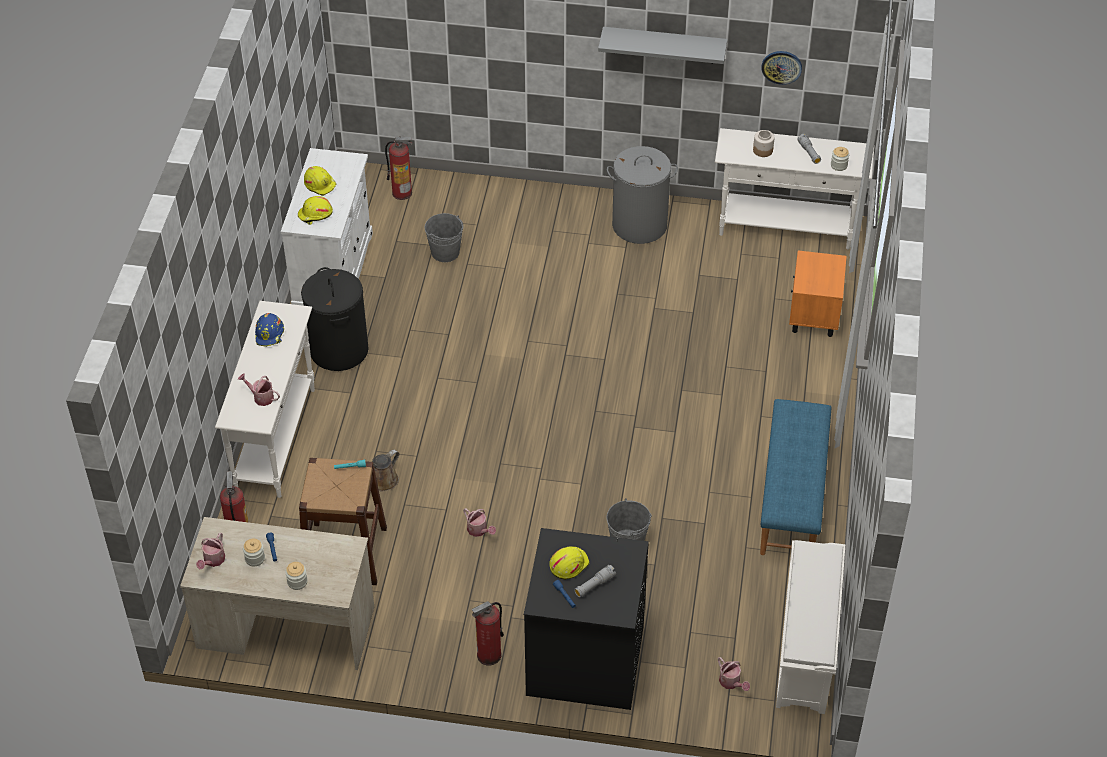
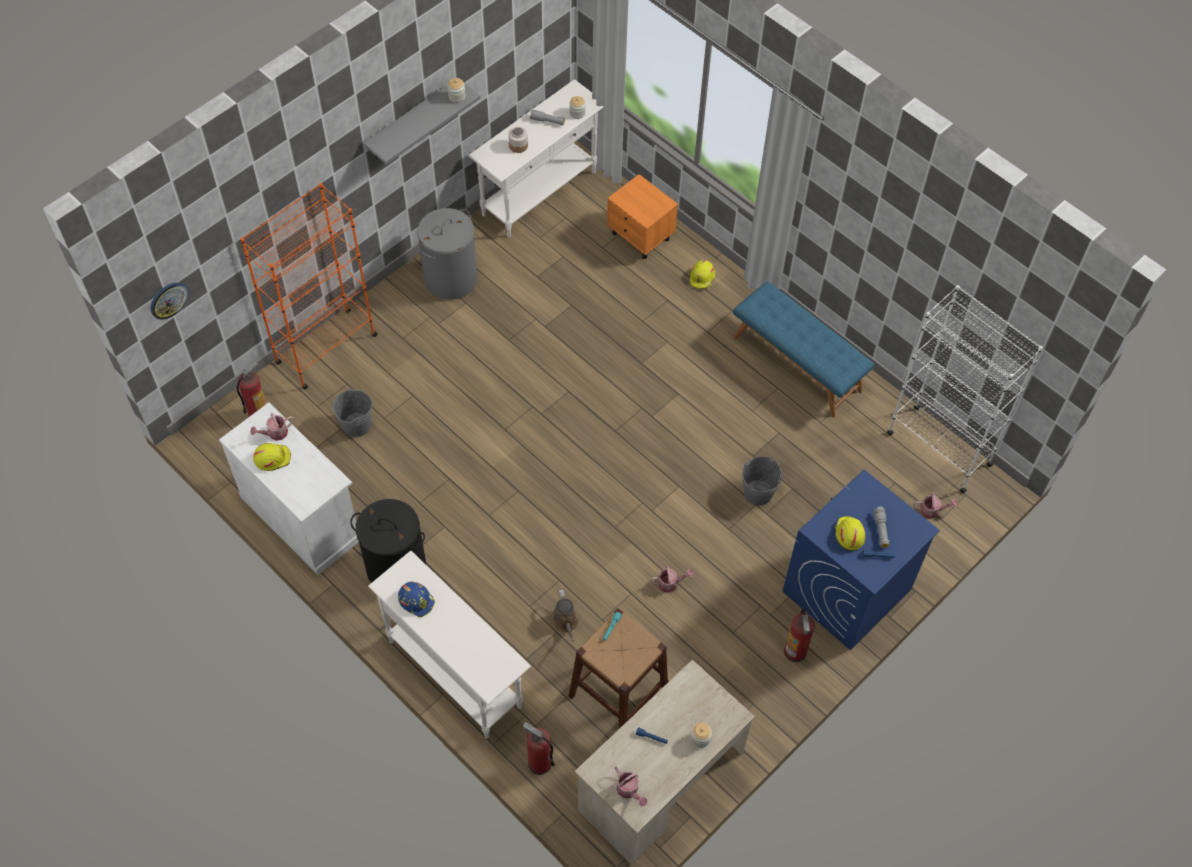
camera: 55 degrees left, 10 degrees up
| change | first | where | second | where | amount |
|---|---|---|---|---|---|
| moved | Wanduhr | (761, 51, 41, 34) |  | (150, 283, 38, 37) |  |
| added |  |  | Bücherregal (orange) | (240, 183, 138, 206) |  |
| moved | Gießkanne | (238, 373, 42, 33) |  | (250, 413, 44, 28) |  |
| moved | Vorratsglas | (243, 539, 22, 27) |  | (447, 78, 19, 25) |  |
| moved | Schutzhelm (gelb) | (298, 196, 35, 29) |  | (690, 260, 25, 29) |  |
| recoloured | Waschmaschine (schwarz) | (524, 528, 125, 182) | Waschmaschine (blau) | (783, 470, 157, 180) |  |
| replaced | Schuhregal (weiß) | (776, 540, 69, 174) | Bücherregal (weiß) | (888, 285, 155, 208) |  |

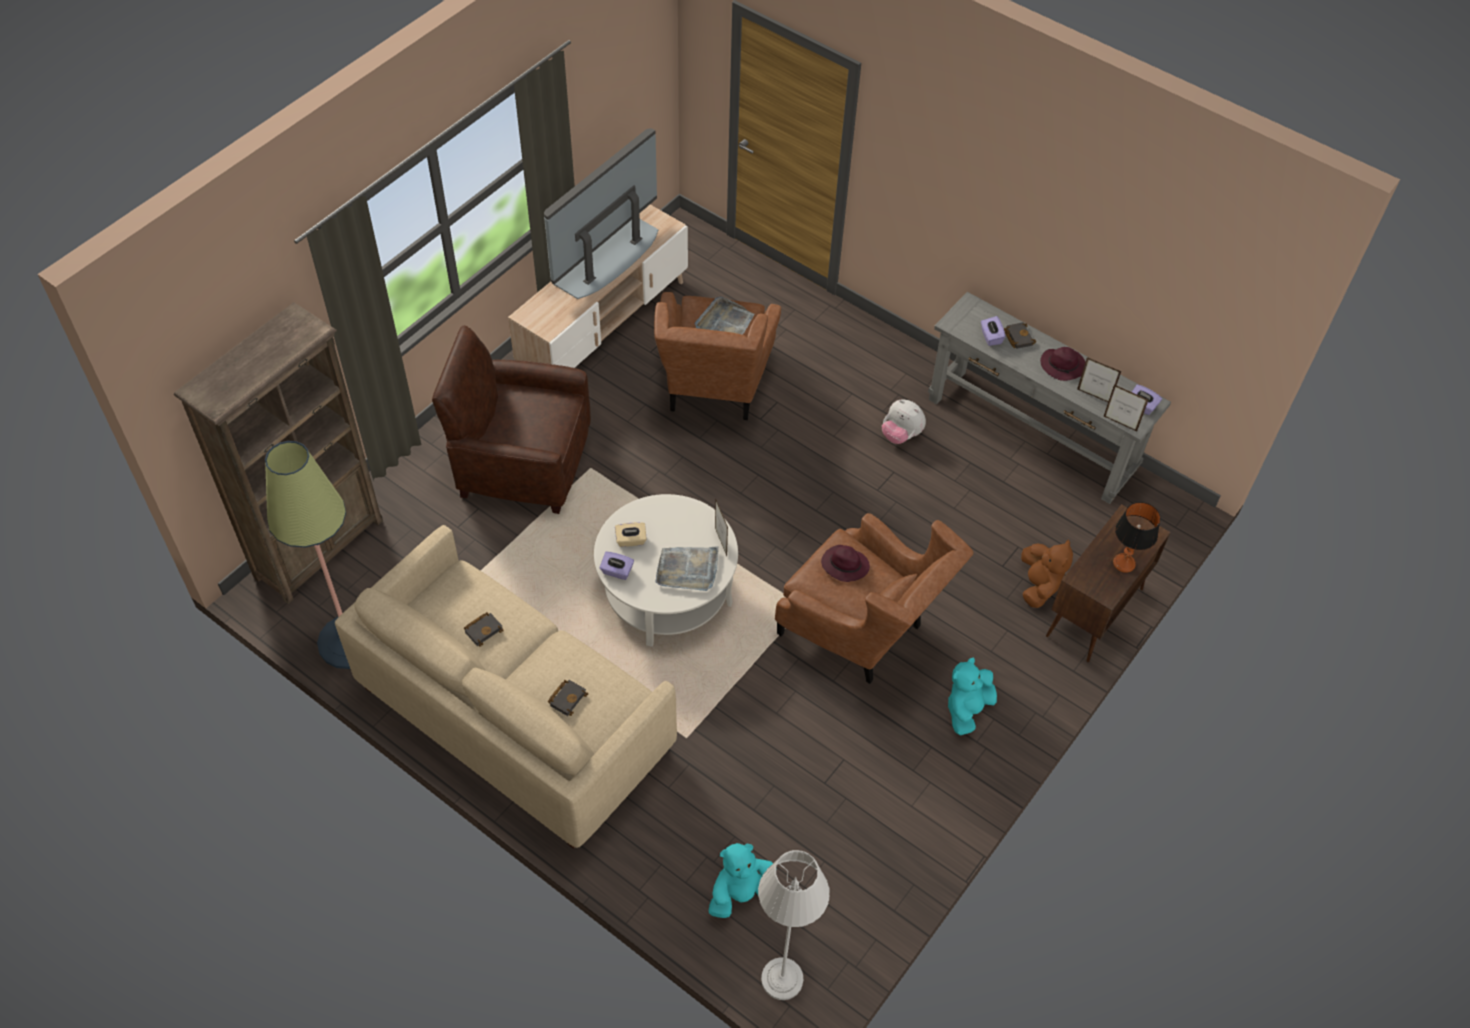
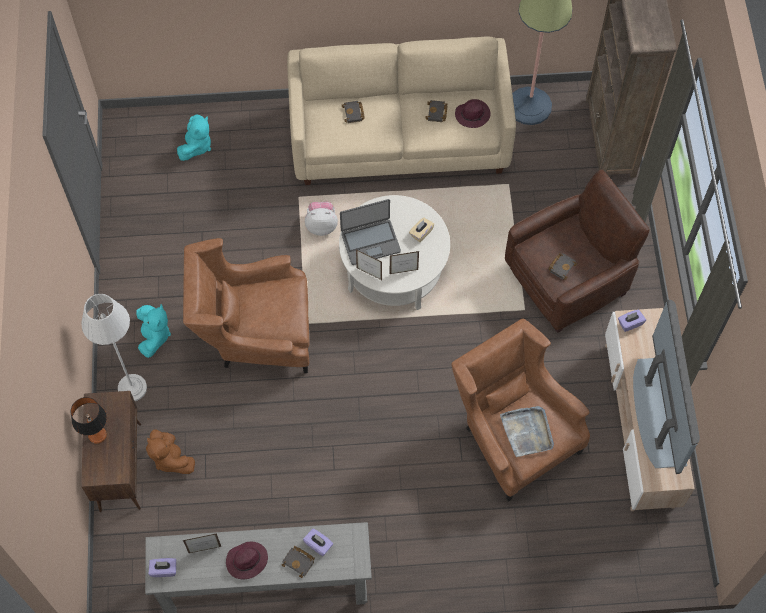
camera: 140 degrees right, 10 degrees up
| change | first | where | second | where | amount |
|---|---|---|---|---|---|
| moved | Stehlampe (grau) | (758, 850, 72, 150) |  | (81, 294, 66, 107) |  |
| moved | Plüschtier | (882, 399, 44, 45) |  | (305, 202, 33, 34) |  |
| replaced | Tablett (grau) | (656, 546, 63, 45) | Laptop | (340, 199, 61, 66) |  |
| moved | Bilderrahmen | (1104, 384, 44, 47) |  | (390, 251, 29, 23) |  |
| moved | Hut (lila) | (821, 545, 49, 37) |  | (455, 99, 36, 29) |  |
| added |  |  | Buch (schwarz) | (548, 253, 29, 27) |  |
| moved | Taschentuchbox (lila) | (599, 552, 35, 28) |  | (618, 310, 28, 22) |  |

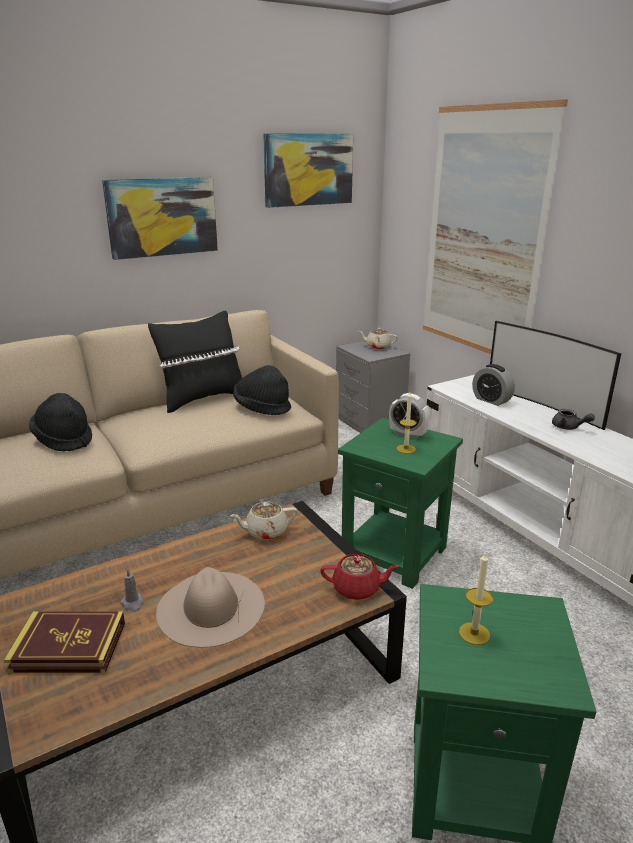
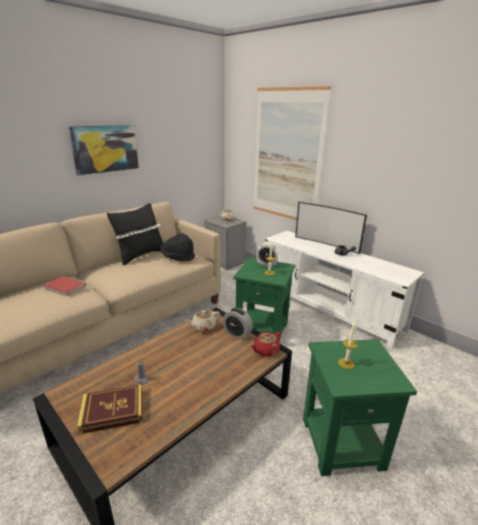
camera: 15 degrees left, 0 degrees up
| change | first | where | second | where | amount |
|---|---|---|---|---|---|
| replaced | Hut (schwarz) | (29, 393, 63, 58) | Buch (rot) | (43, 276, 43, 20) |  |
| moved | Wecker | (472, 364, 43, 42) |  | (222, 308, 31, 31) |  |
| turned | Teekanne (rot) | (320, 554, 79, 46) |  | (251, 332, 30, 24) | 150 degrees clockwise |
| removed | Hut (beige) | (156, 567, 109, 81) |  |  |  |
| removed | Bild | (263, 133, 90, 75) |  |  |  |

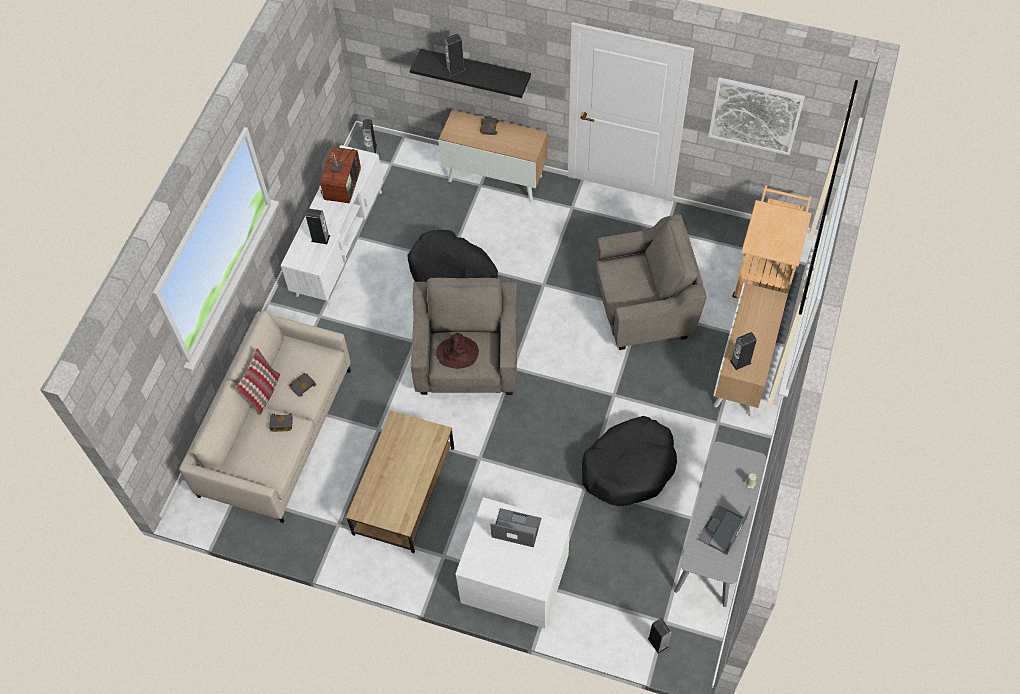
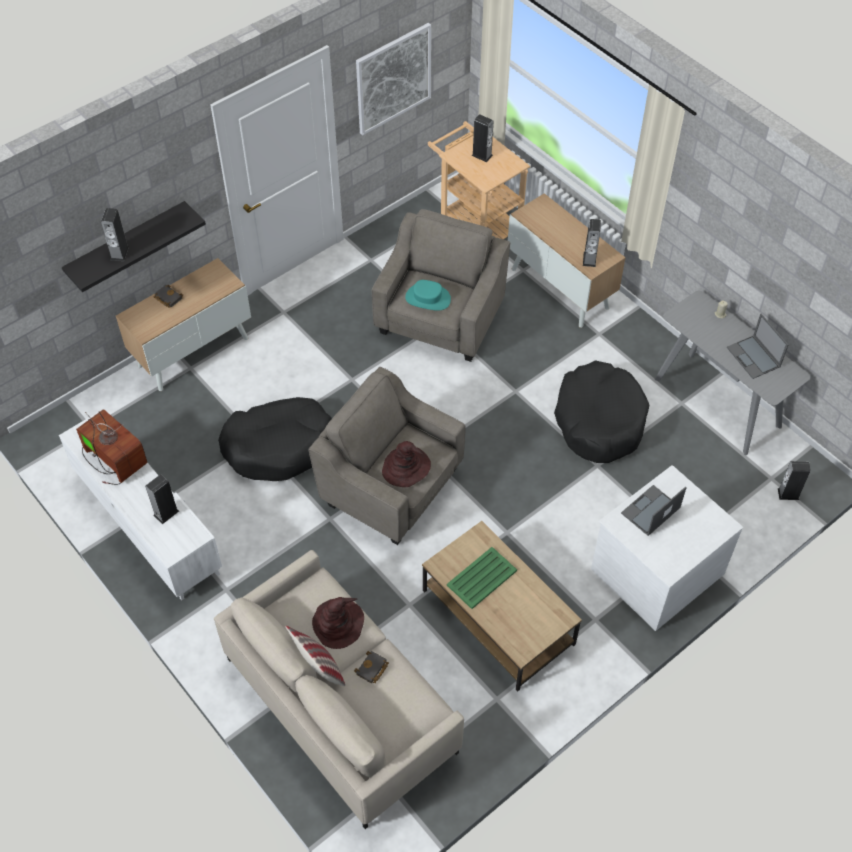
camera: 60 degrees left, 5 degrees down
| change | first | where | second | where | amount |
|---|---|---|---|---|---|
| replaced | Buch (schwarz) | (289, 373, 27, 24) | Hut (braun) | (312, 597, 52, 52) |  |
| added |  |  | Hut (türkis) | (405, 280, 46, 31) |  |
| added |  |  | Tablett (grün) | (447, 547, 70, 62) |  |
| moved | Lautsprecher | (362, 119, 15, 34) |  | (471, 114, 22, 48) |  |

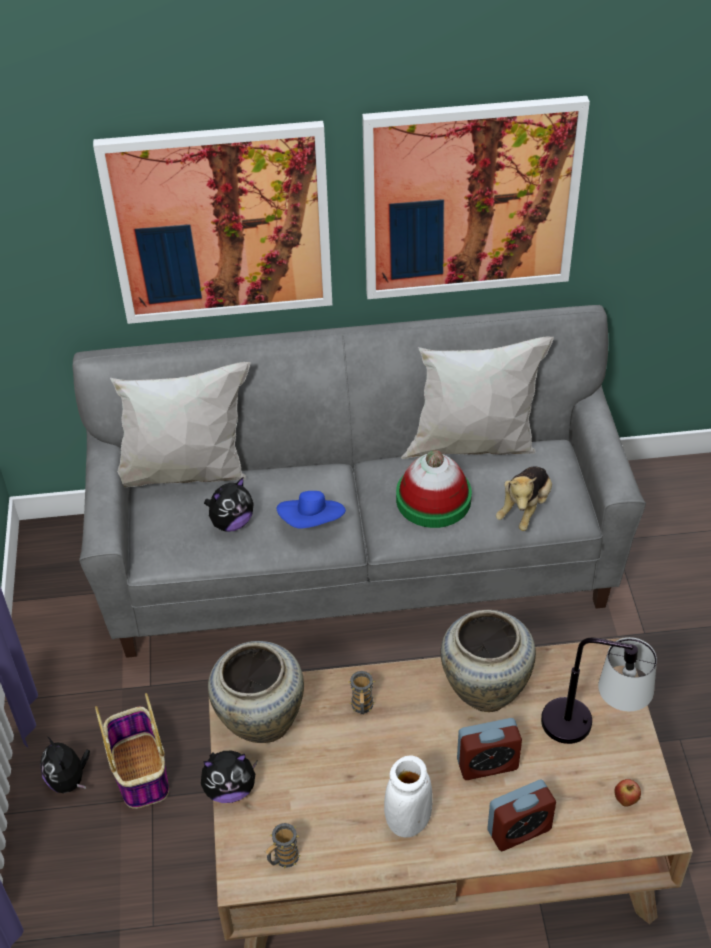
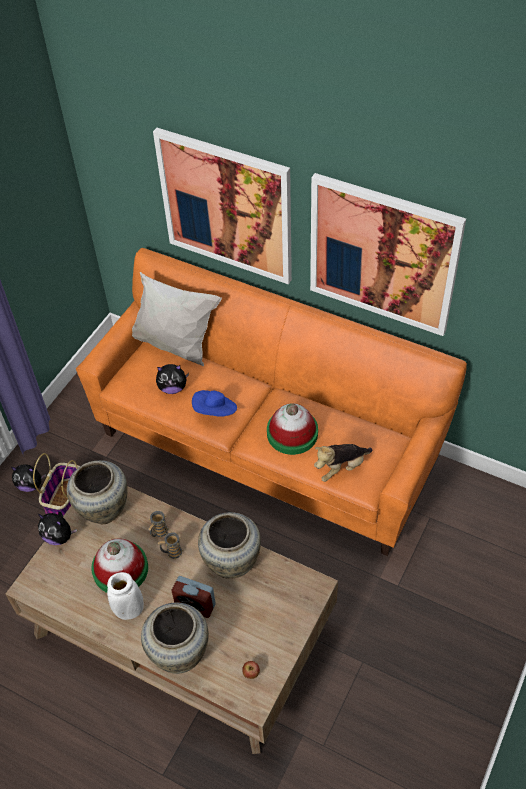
camera: 35 degrees right, 5 degrees up
| change | first | where | second | where | amount |
|---|---|---|---|---|---|
| turned | Plüschtier | (40, 737, 50, 56) |  | (11, 464, 35, 28) | 90 degrees counterclockwise |
| recoloured | Sofa (grau) | (73, 305, 573, 353) | Sofa (orange) | (76, 248, 391, 308) |  |
| added |  |  | Hut | (91, 539, 57, 54) |  |
| replaced | Wecker | (487, 779, 69, 72) | Vase (beige) | (141, 603, 68, 71) |  |
| moved | Henkelbecher | (265, 822, 36, 47) |  | (158, 532, 25, 27) |  |
| removed | Kissen (weiß) | (401, 336, 153, 123) |  |  |  |
| removed | Tischlampe | (541, 637, 116, 107) |  |  |  |

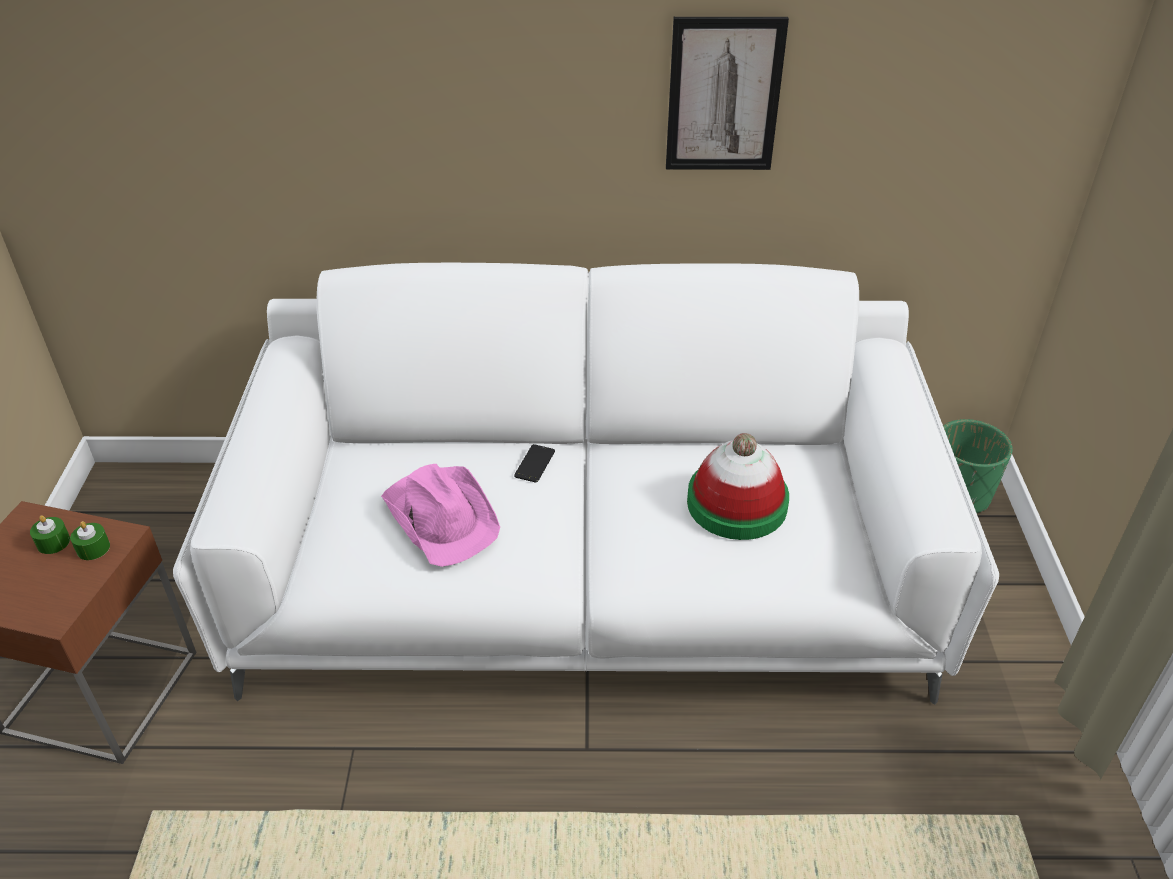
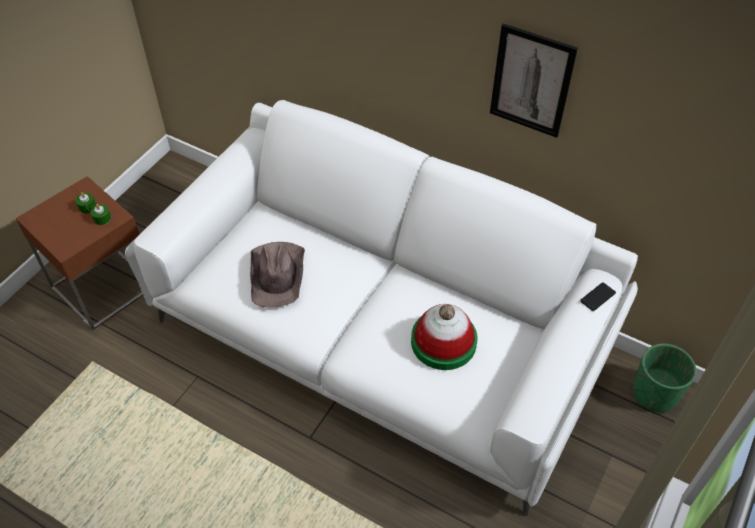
camera: 30 degrees right, 10 degrees up
| change | first | where | second | where | amount |
|---|---|---|---|---|---|
| recoloured | Hut (rosa) | (381, 464, 119, 103) | Hut (braun) | (250, 242, 55, 65) |  |
| moved | Handy | (514, 444, 41, 39) |  | (580, 283, 36, 28) |  |

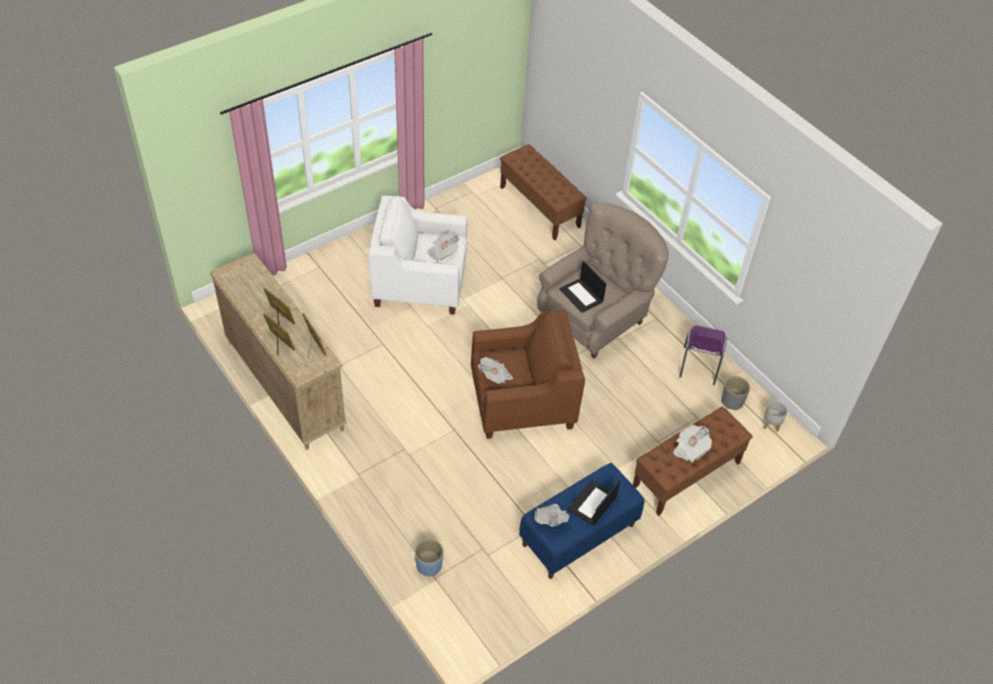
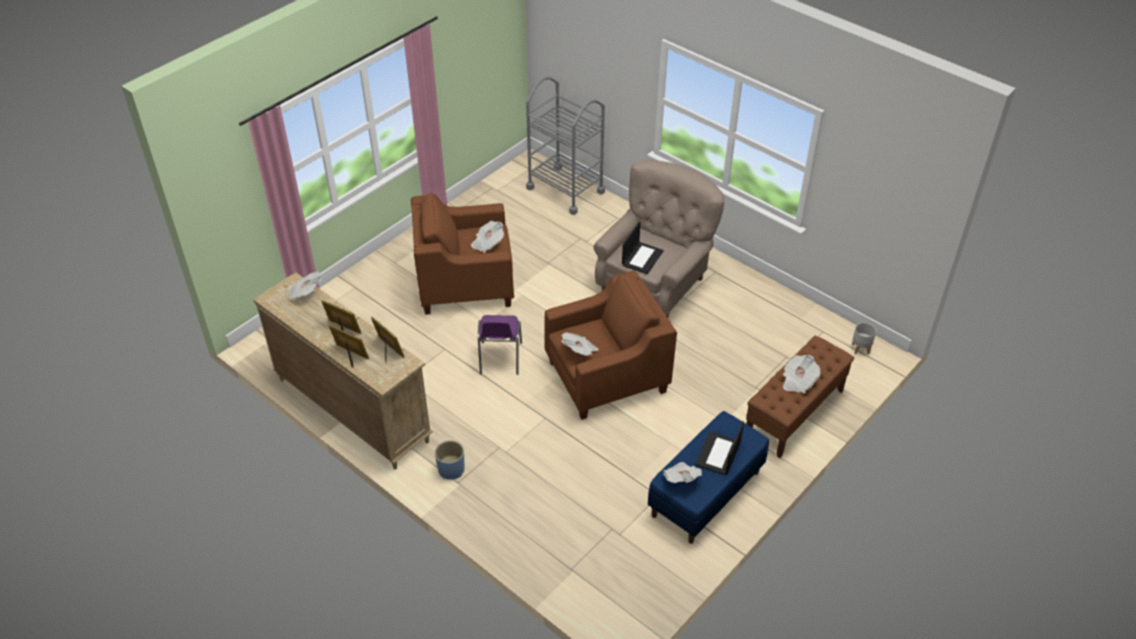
camera: 10 degrees left, 5 degrees down
| change | first | where | second | where | amount |
|---|---|---|---|---|---|
| added |  |  | Zeitung | (289, 271, 32, 29) |  |
| recoloured | Sessel (weiß) | (368, 196, 99, 119) | Sessel (braun) | (411, 192, 103, 123) |  |
| moved | Pflanzkübel (blau) | (415, 539, 28, 37) |  | (435, 440, 30, 40) |  |
| moved | Stuhl (lila) | (679, 325, 48, 60) |  | (478, 315, 44, 60) |  |
| replaced | Bank (braun) | (500, 144, 87, 96) | Rollwagen (grau) | (526, 77, 79, 138) |  |
| turned | Laptop | (560, 261, 46, 52) |  | (622, 222, 42, 52) | 105 degrees counterclockwise |
| removed | Pflanzkübel (grau) | (721, 376, 29, 34) |  |  |  |

